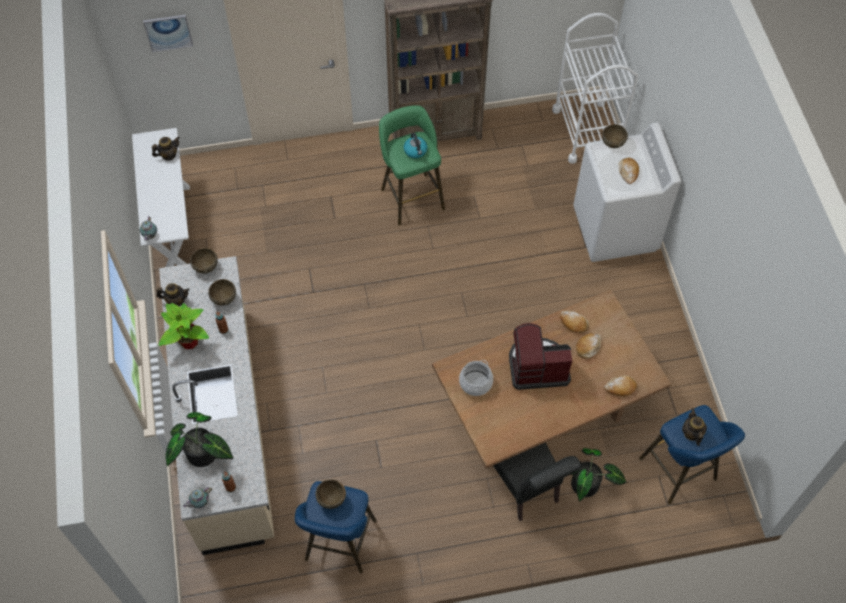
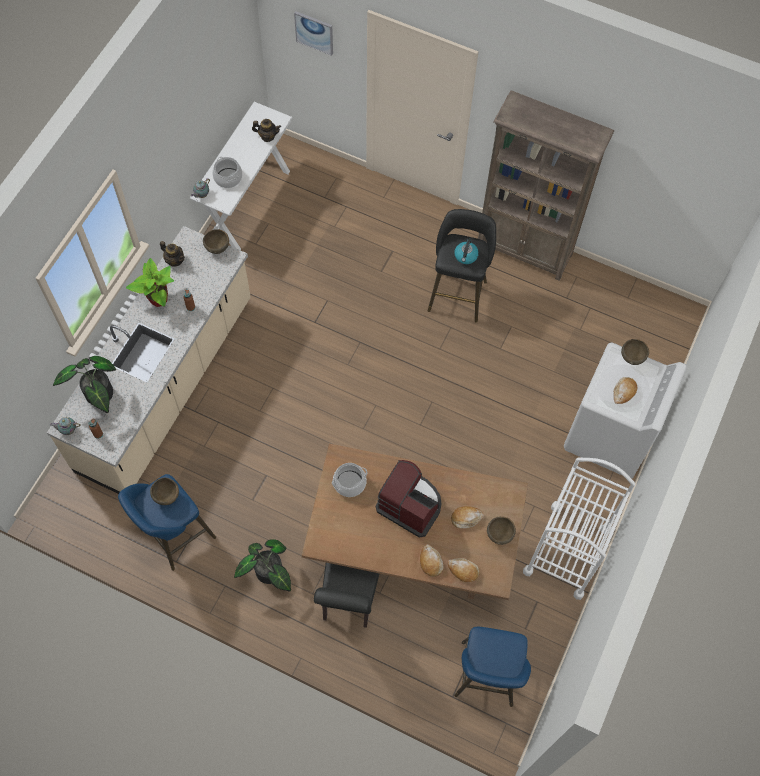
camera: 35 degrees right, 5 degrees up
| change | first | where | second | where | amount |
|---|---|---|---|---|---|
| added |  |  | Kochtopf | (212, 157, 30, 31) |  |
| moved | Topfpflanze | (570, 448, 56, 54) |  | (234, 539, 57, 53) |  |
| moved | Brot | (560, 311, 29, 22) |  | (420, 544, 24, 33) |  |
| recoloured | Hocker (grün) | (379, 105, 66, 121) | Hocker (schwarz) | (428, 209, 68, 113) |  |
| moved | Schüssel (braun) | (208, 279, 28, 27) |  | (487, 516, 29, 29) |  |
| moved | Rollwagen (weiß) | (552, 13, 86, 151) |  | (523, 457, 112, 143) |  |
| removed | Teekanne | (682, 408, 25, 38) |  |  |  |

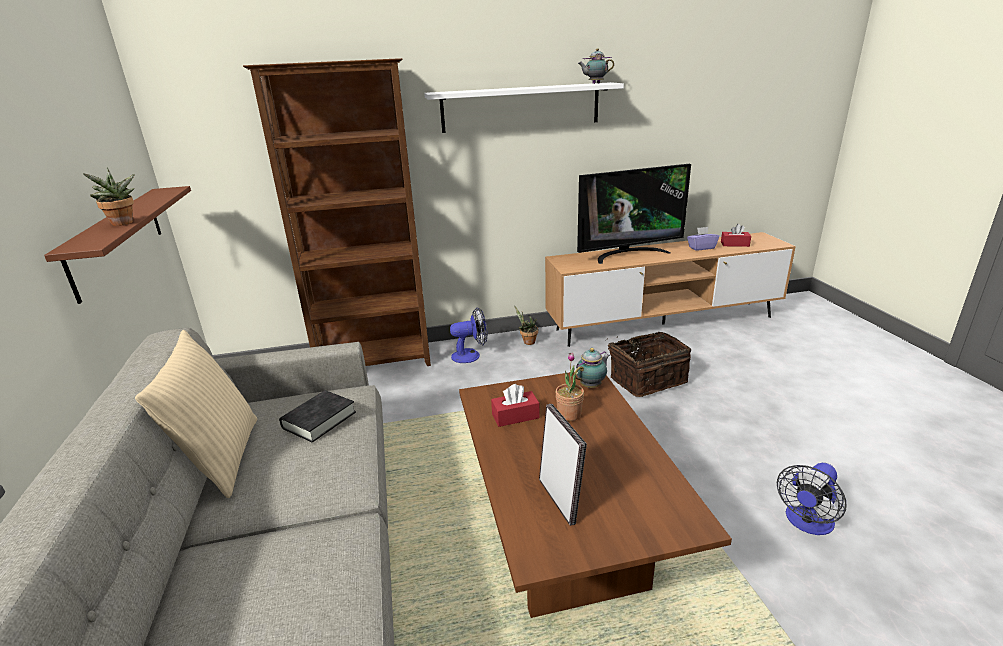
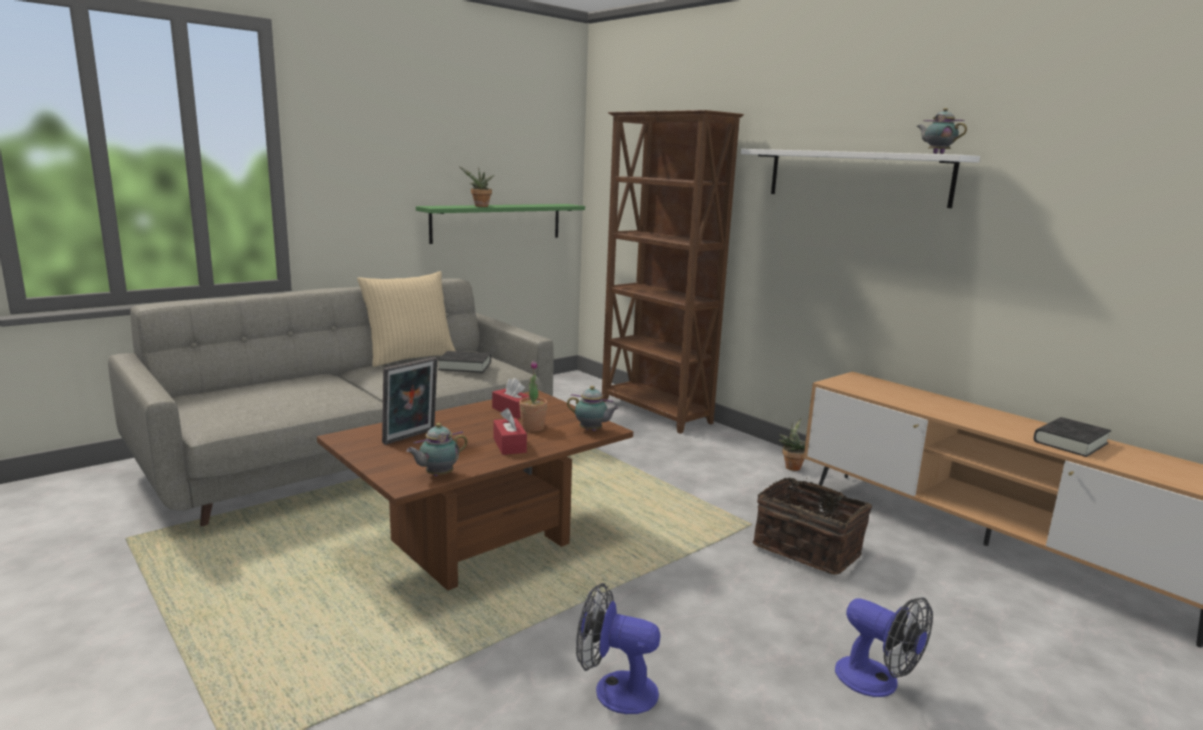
camera: 60 degrees right, 10 degrees down
| change | first | where | second | where | amount |
|---|---|---|---|---|---|
| added |  |  | Teekanne | (406, 423, 62, 53) |  |
| recoloured | Wandregal (braun) | (44, 186, 147, 118) | Wandregal (grün) | (416, 204, 169, 40) |  |
| moved | Taschentuchbox (rot) | (721, 224, 30, 23) |  | (493, 408, 34, 47) |  |
| moved | Ventilator | (450, 307, 38, 56) |  | (835, 598, 98, 99) |  |
| replaced | Taschentuchbox (lila) | (687, 227, 32, 24) | Buch (schwarz) | (1034, 417, 77, 40) |  |
| removed | Fernseher | (577, 164, 114, 100) |  |  |  |

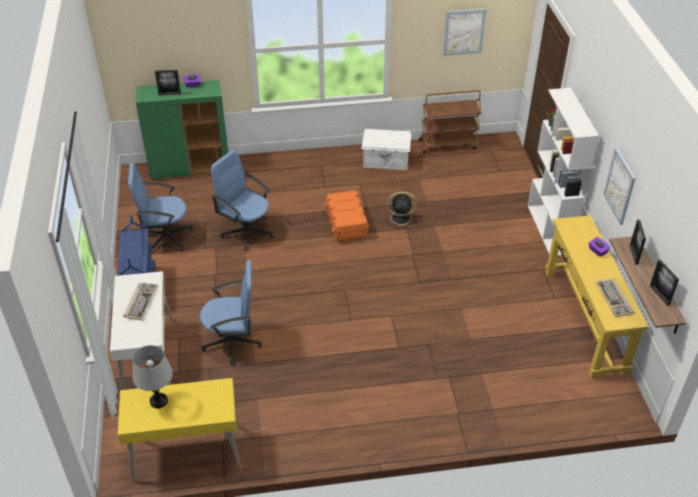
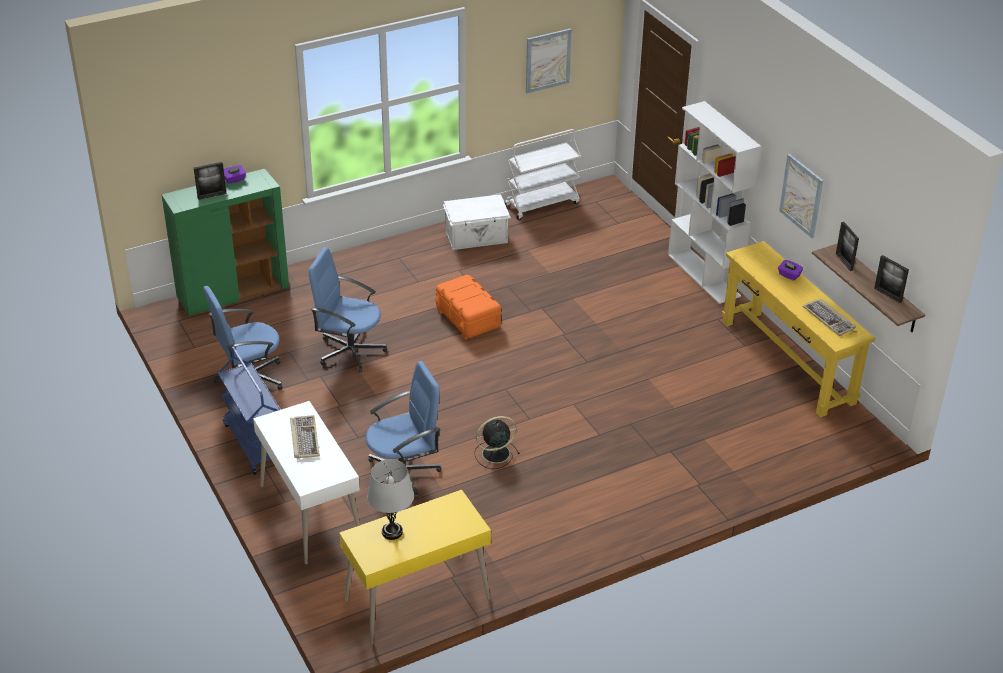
camera: 20 degrees left, 5 degrees down
| change | first | where | second | where | amount |
|---|---|---|---|---|---|
| moved | Ventilator (schwarz) | (386, 192, 31, 36) |  | (474, 416, 46, 53) |  |
| recoloured | Rollwagen (braun) | (419, 90, 63, 64) | Rollwagen (weiß) | (505, 129, 76, 91) |  |

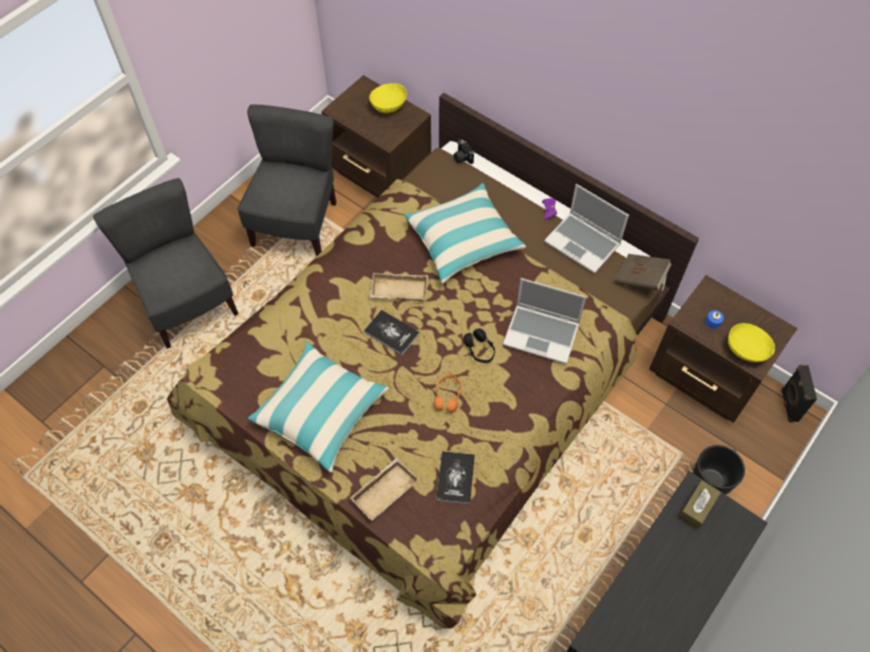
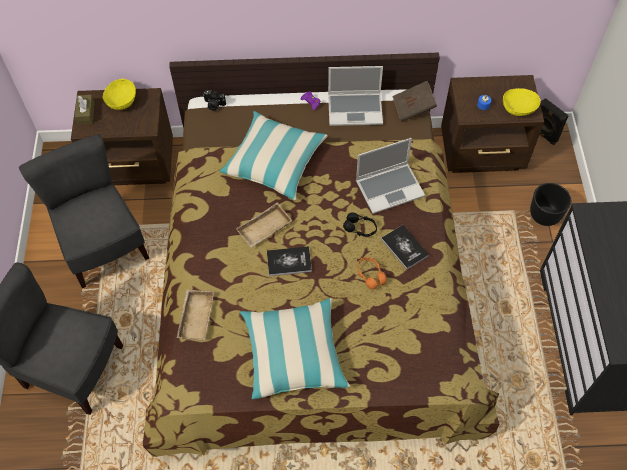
camera: 40 degrees left, 0 degrees up
| change | first | where | second | where | amount |
|---|---|---|---|---|---|
| moved | Taschentuchbox (braun) | (679, 480, 42, 49) |  | (75, 95, 20, 30) |  |
| moved | Tablett (beige) | (350, 458, 69, 63) |  | (177, 290, 37, 50) |  |
| moved | Buch | (436, 451, 39, 53) |  | (381, 225, 48, 44) |  |

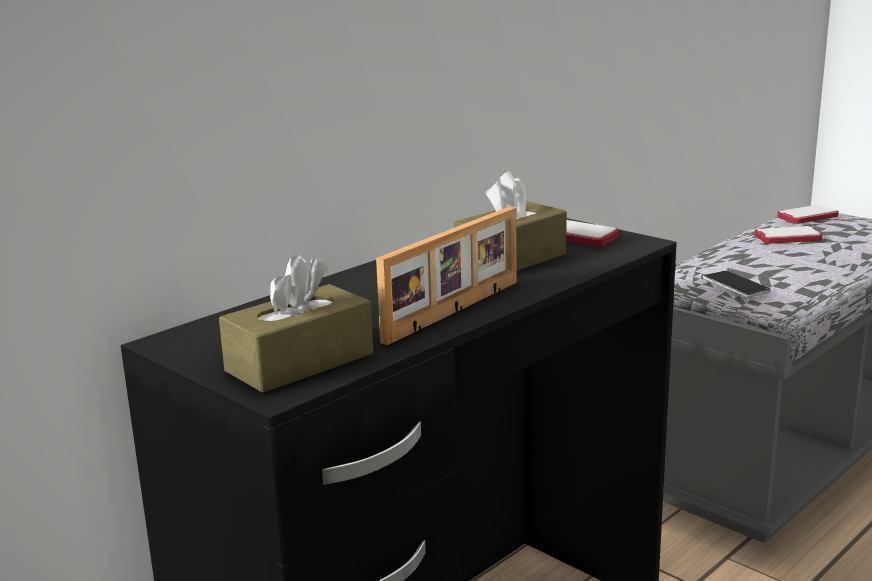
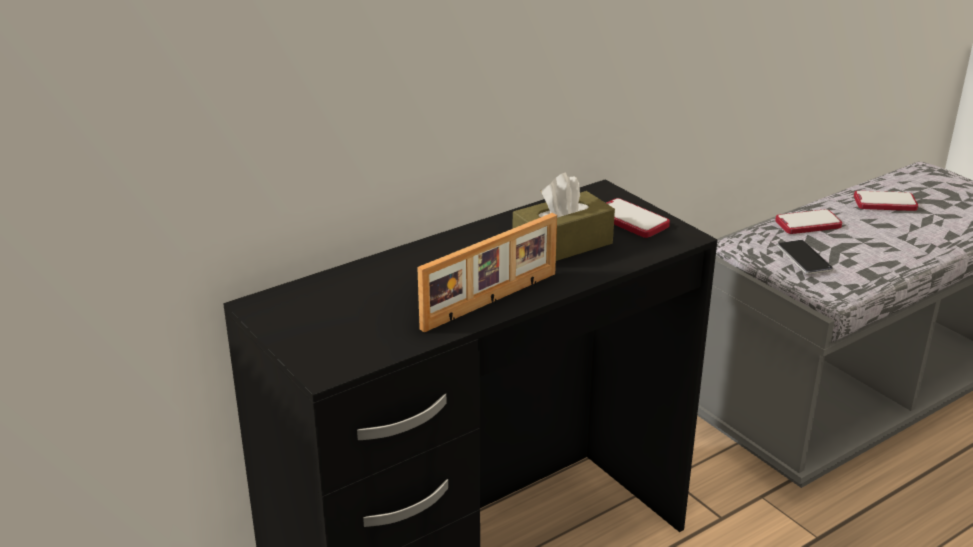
camera: 10 degrees right, 10 degrees up
| change | first | where | second | where | amount |
|---|---|---|---|---|---|
| moved | Handy | (777, 205, 62, 19) |  | (775, 209, 67, 25) |  |
| removed | Taschentuchbox (braun) | (219, 255, 154, 138) |  |  |  |

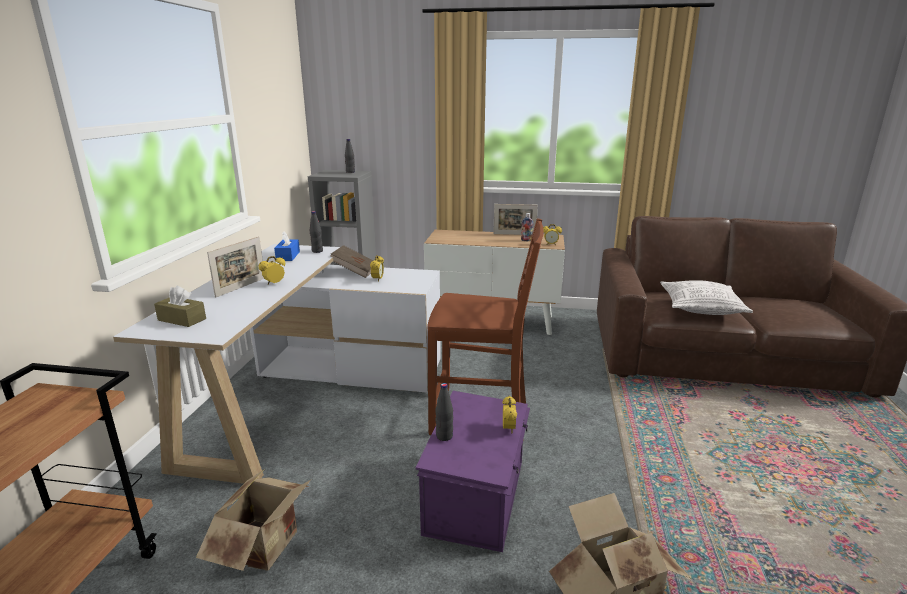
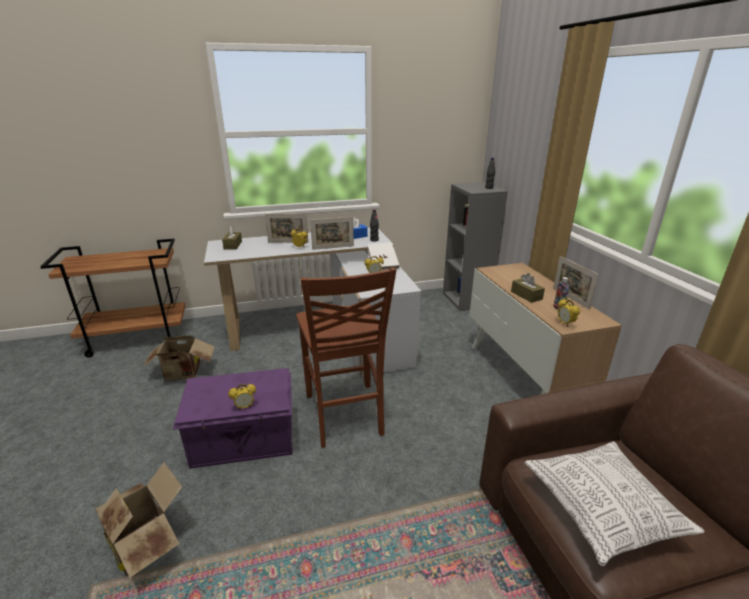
camera: 65 degrees right, 5 degrees up
| change | first | where | second | where | amount |
|---|---|---|---|---|---|
| added |  |  | Bilderrahmen | (310, 217, 44, 33) |  |
| recoloured | Buch (braun) | (330, 245, 44, 33) | Buch (weiß) | (367, 242, 33, 28) |  |
| added |  |  | Taschentuchbox (braun) | (511, 273, 34, 30) |  |
| removed | Flasche (schwarz) | (435, 383, 18, 58) |  |  |  |

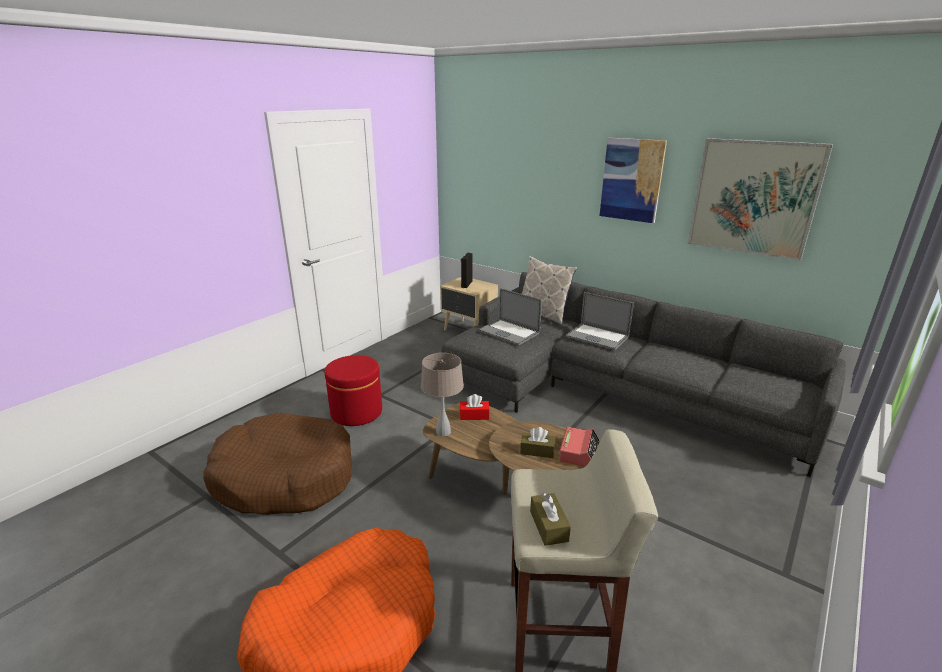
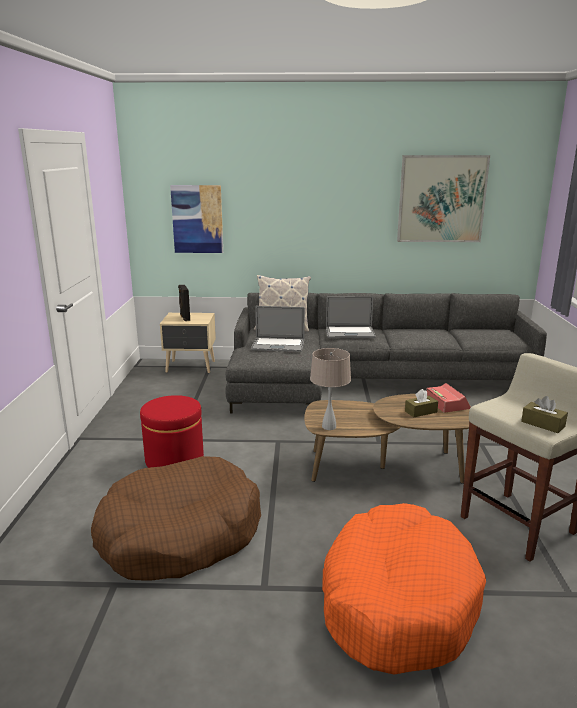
camera: 35 degrees left, 5 degrees down
| change | first | where | second | where | amount |
|---|---|---|---|---|---|
| moved | Bild | (600, 138, 67, 85) |  | (170, 185, 53, 68) |  |
| removed | Taschentuchbox (rot) | (460, 394, 30, 26) |  |  |  |

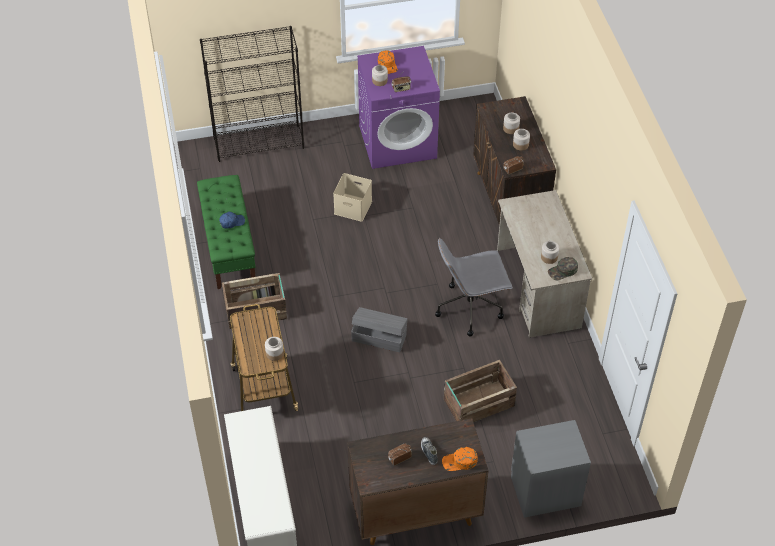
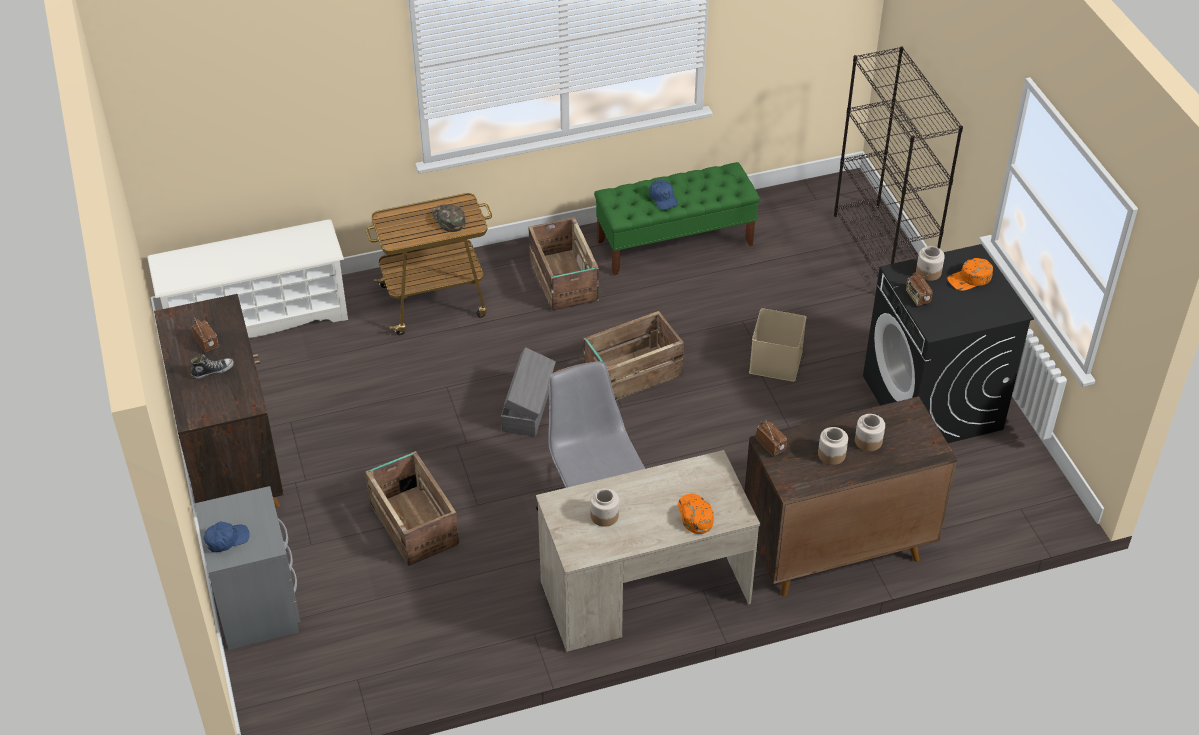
camera: 85 degrees right, 5 degrees down
| change | first | where | second | where | amount |
|---|---|---|---|---|---|
| added |  |  | Kappe (blau) | (203, 522, 47, 30) |  |
| moved | Kappe (grün) | (548, 257, 30, 23) |  | (432, 204, 34, 28) |  |
| added |  |  | Kiste | (584, 311, 100, 89) |  |
| moved | Kappe (orange) | (442, 447, 36, 24) |  | (678, 494, 36, 40) |  |
| recoloured | Waschmaschine (lila) | (357, 46, 83, 123) | Waschmaschine (schwarz) | (863, 244, 171, 199) |  |
| removed | Vorratsglas | (265, 337, 19, 24) |  |  |  |

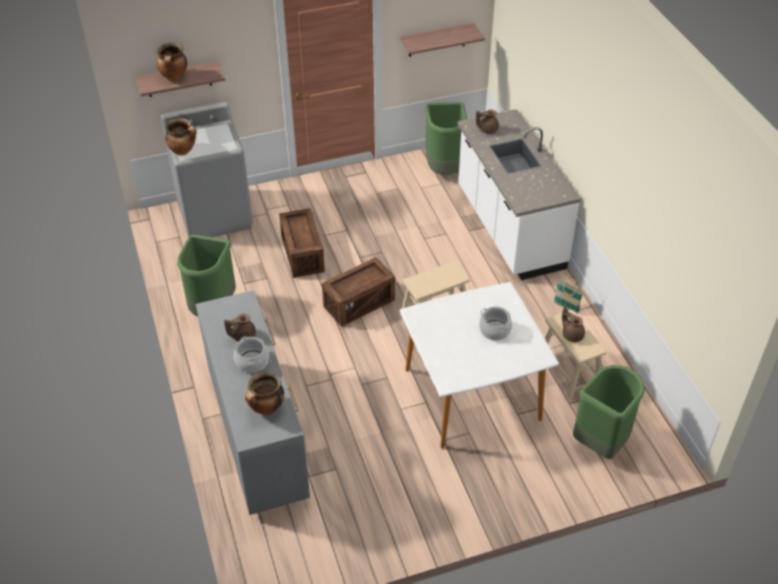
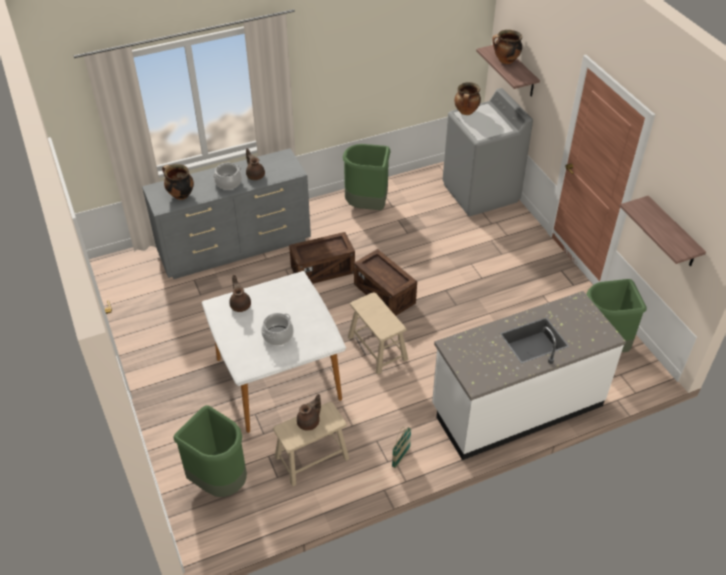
camera: 85 degrees right, 0 degrees up
| change | first | where | second | where | amount |
|---|---|---|---|---|---|
| moved | Teekanne (braun) | (476, 110, 23, 24) |  | (229, 275, 22, 37) |  |
| moved | Kiste | (279, 208, 46, 70) |  | (289, 232, 66, 52) |  |

